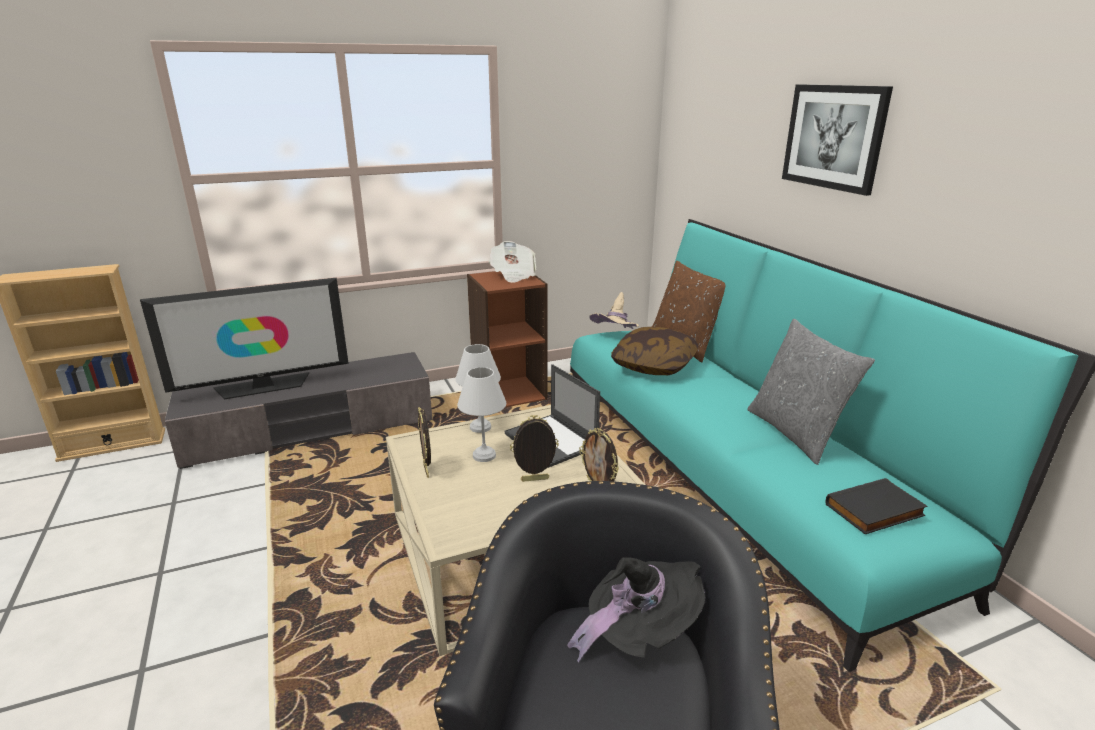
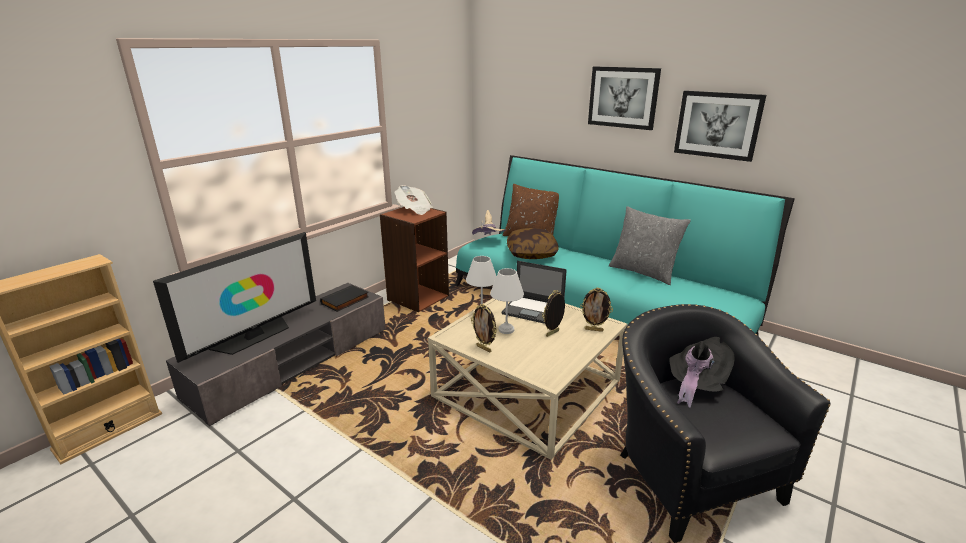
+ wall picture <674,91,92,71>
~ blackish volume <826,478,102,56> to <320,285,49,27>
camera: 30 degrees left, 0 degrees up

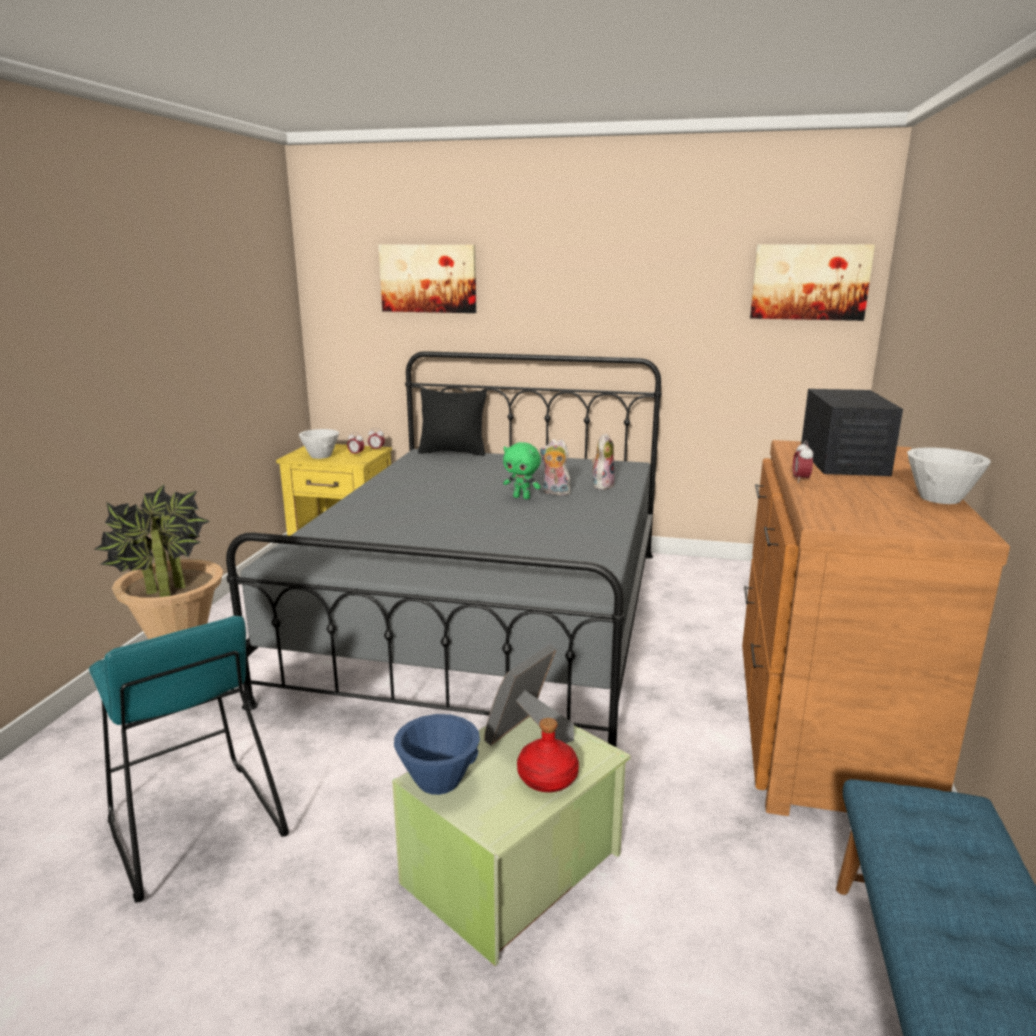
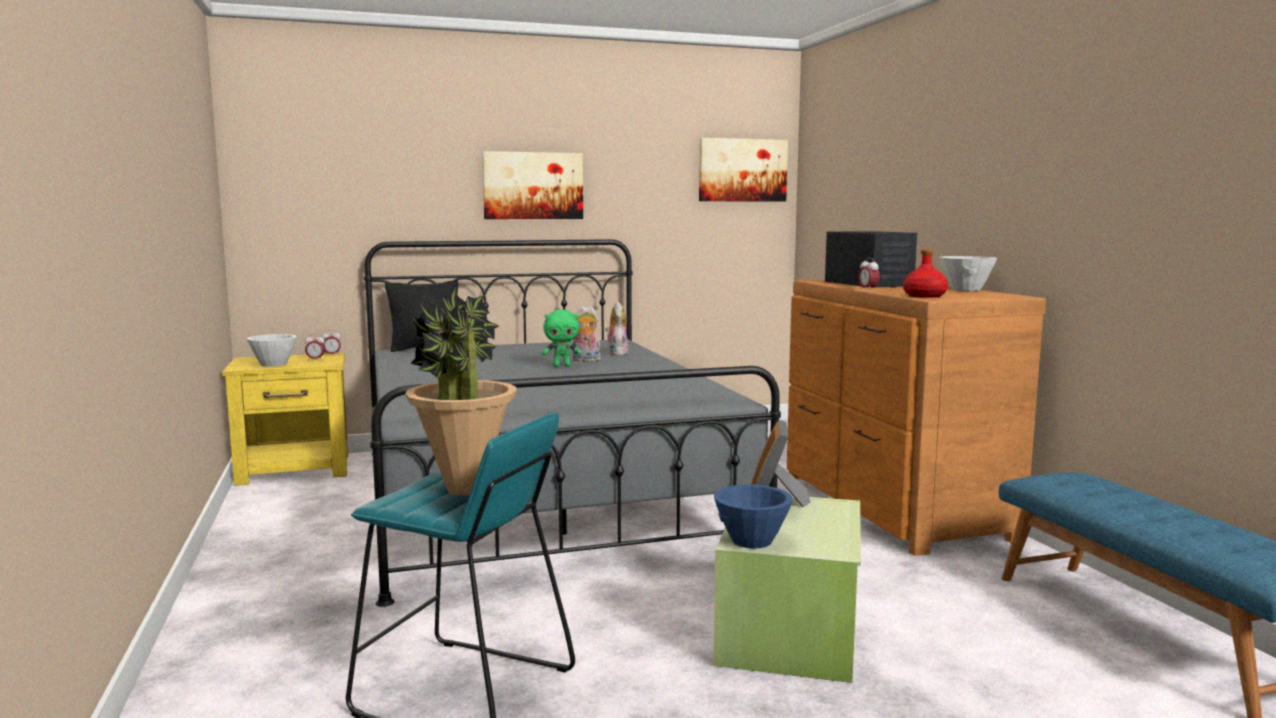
~ wall picture <379,245,97,68> to <482,151,101,68>
~ reddish bottle <517,718,62,74> to <903,249,45,49>
camera: 30 degrees left, 10 degrees down

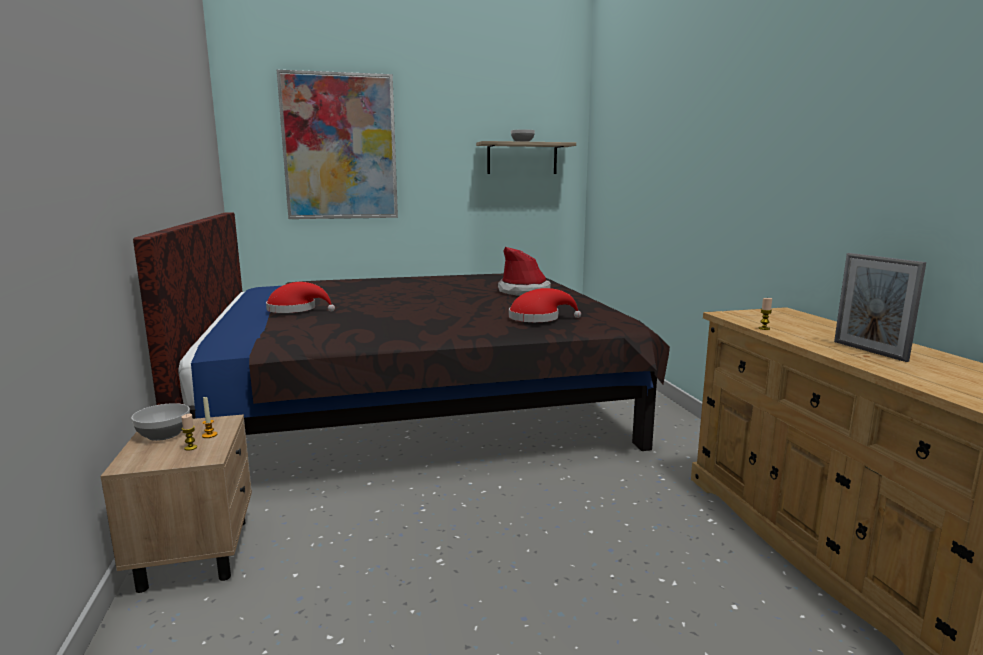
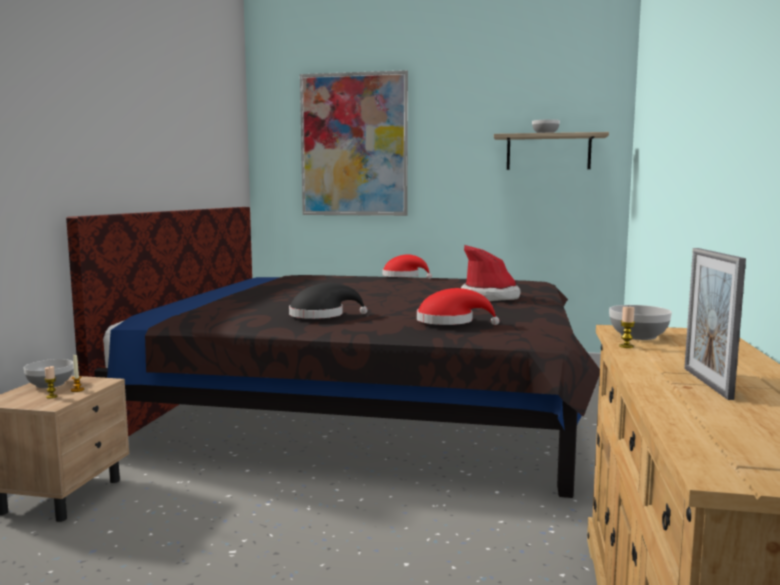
+ blackish hat <289,283,79,36>
+ serving bowl <609,305,63,35>
~ reddish hat <266,282,69,31> to <383,254,49,25>
camera: 25 degrees right, 5 degrees down

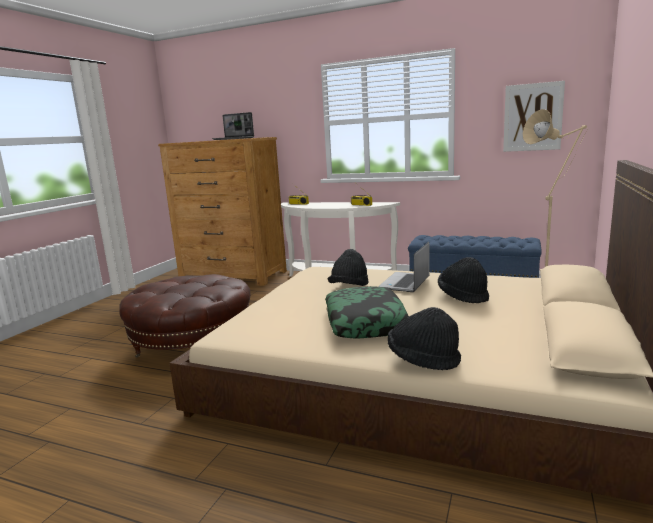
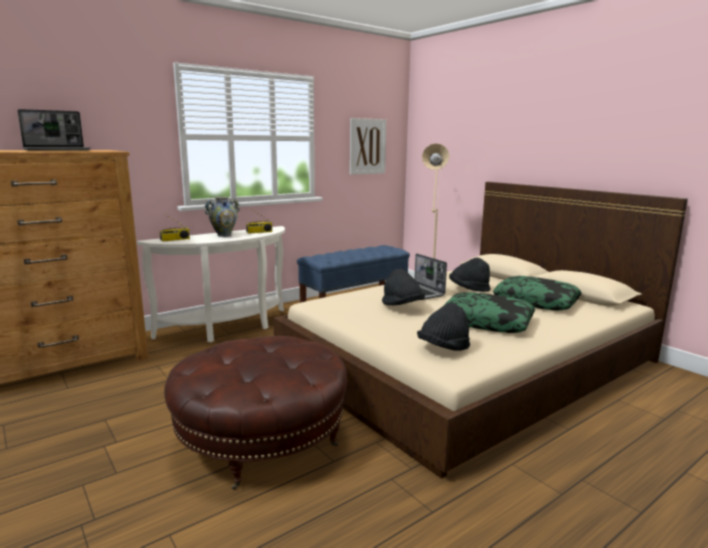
+ flower vase <205,197,35,40>
+ throw pillow <493,276,89,35>
~ blackish hat <388,307,73,63> to <417,303,53,48>
camera: 60 degrees left, 0 degrees up

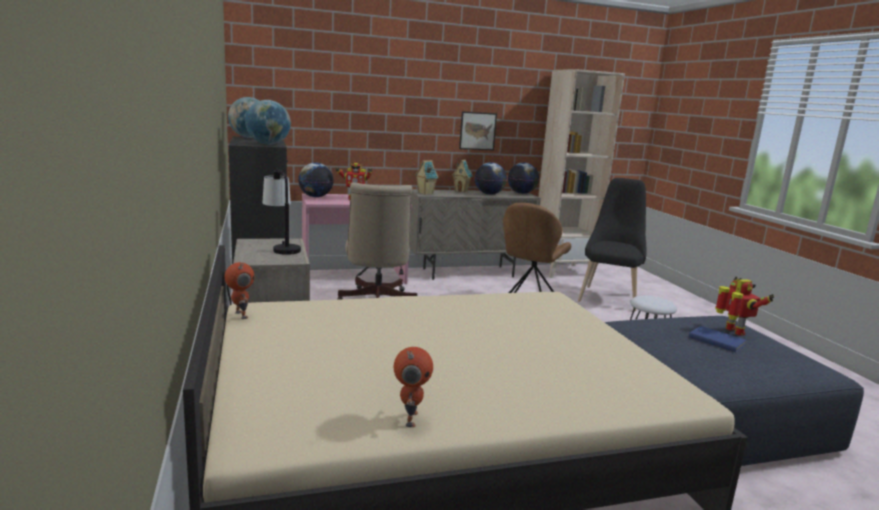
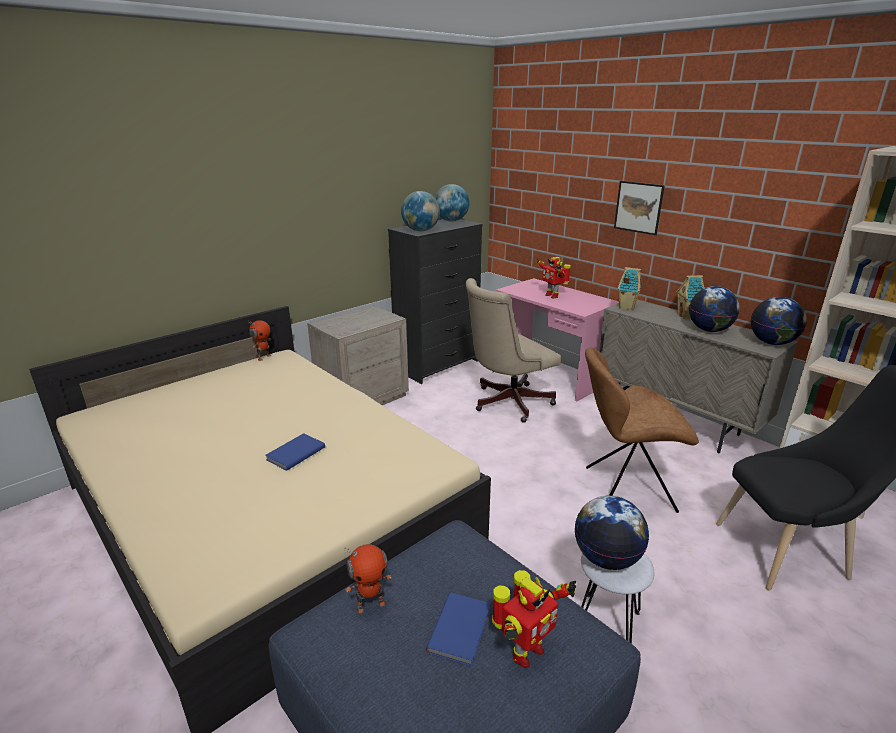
- tabletop lamp <262,169,39,86>
+ blue volume <265,433,60,38>
~ desk globe <298,163,36,34> to <575,496,74,74>
~ toy robot <394,347,39,81> to <344,544,48,69>
~ wall picture <459,111,38,39> to <614,181,51,54>
camera: 65 degrees right, 10 degrees up

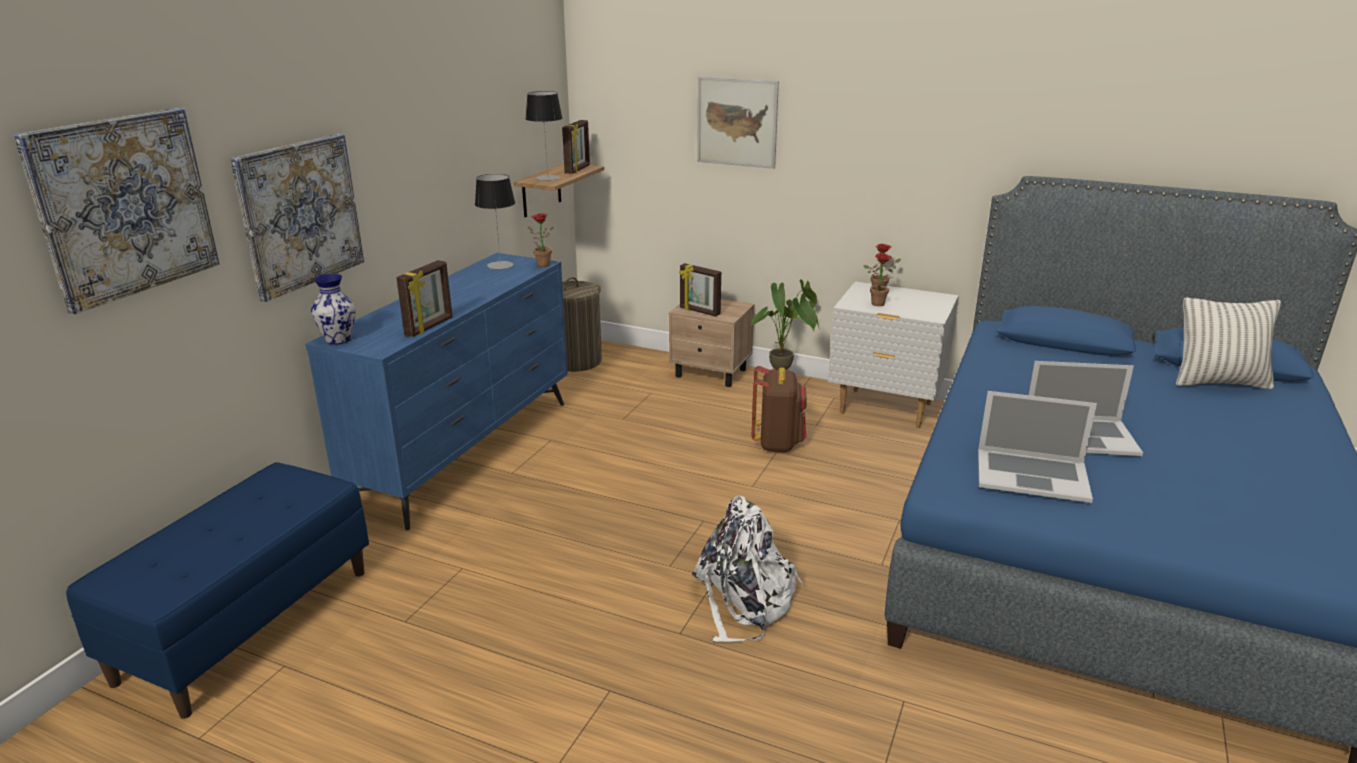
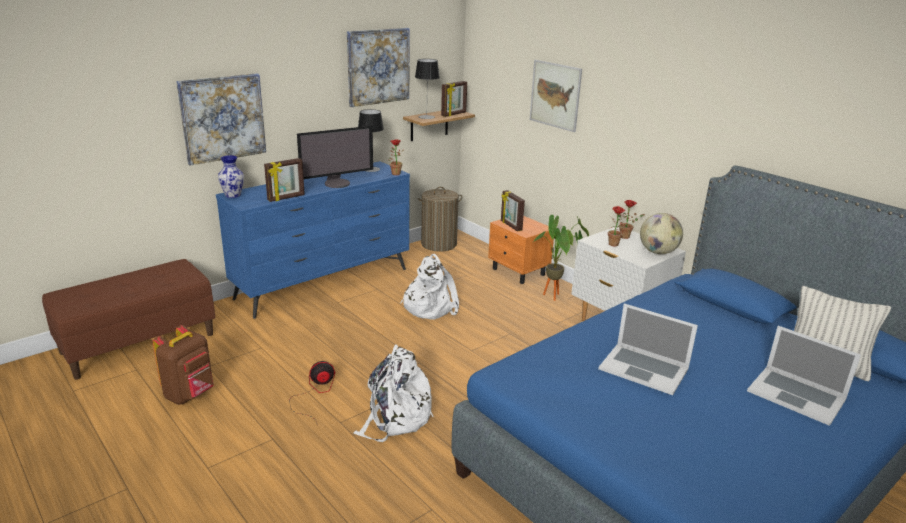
+ cooling fan <289,361,46,62>
+ monitor <297,126,76,62>
+ white-coloured knapsack <400,254,59,66>
+ desk globe <640,213,43,41>
~ wall picture <13,108,206,206> to <347,28,63,79>
~ brownish knapsack <752,366,55,86> to <153,325,61,80>
~ notebook computer <978,391,119,112> to <747,326,114,100>
~ blue long seat <66,462,303,257> to brownish long seat <42,259,174,121>
~ sand-coloured night table <669,299,85,88> to orange night table <488,216,66,68>
camera: 25 degrees right, 0 degrees up

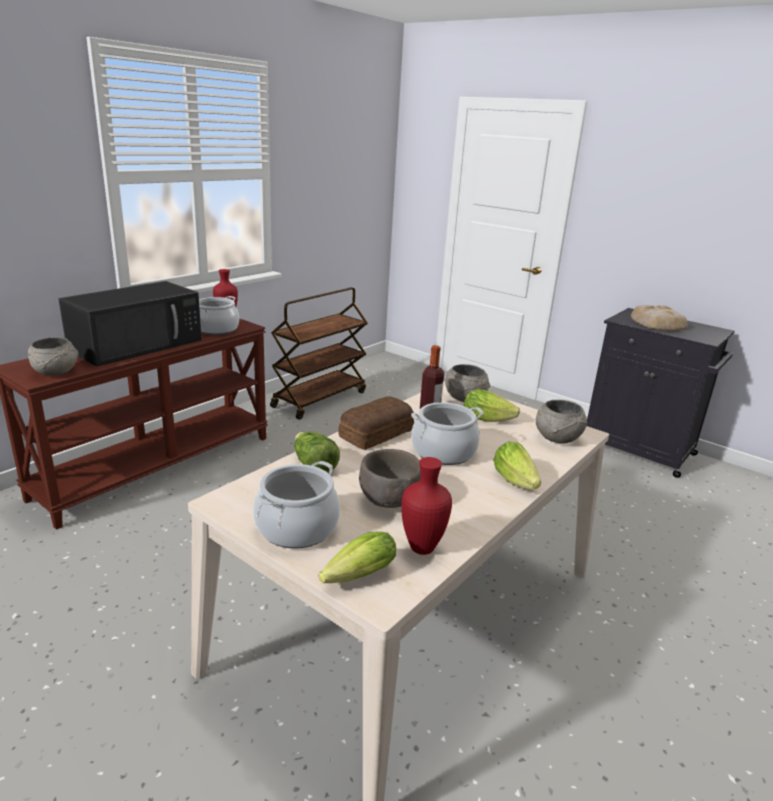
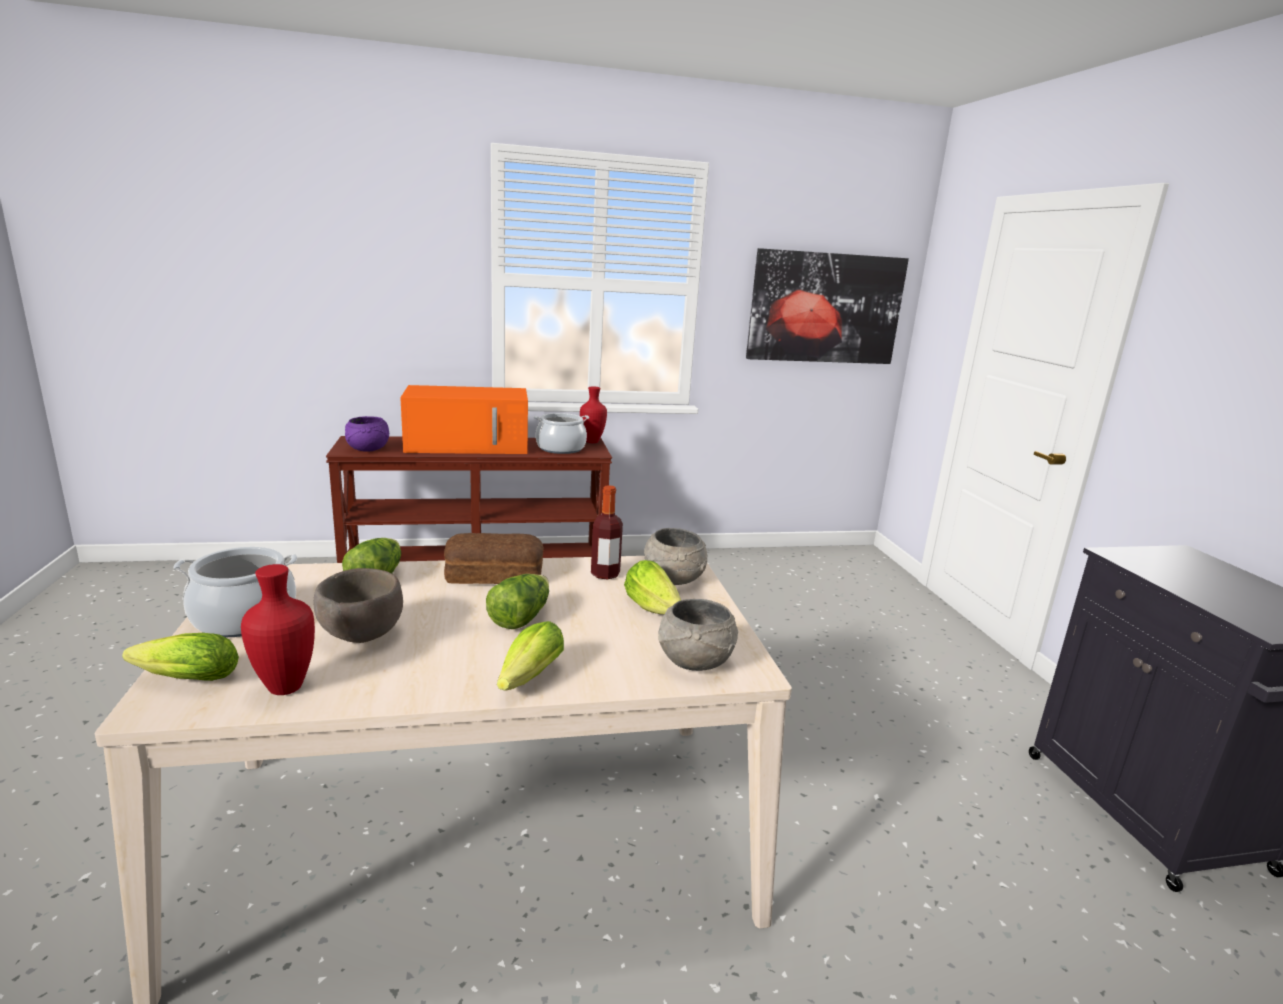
- brownish trolley <270,287,98,133>
- bakery bread <631,305,57,26>
+ wall picture <746,248,163,116>
~ stockpot <411,402,72,63> to head of lettuce <486,574,63,55>
~ grey serving bowl <28,337,51,39> to purple serving bowl <345,416,44,36>
~ blackish microwave oven <58,281,144,86> to orange microwave oven <400,385,128,69>
camera: 40 degrees right, 5 degrees down

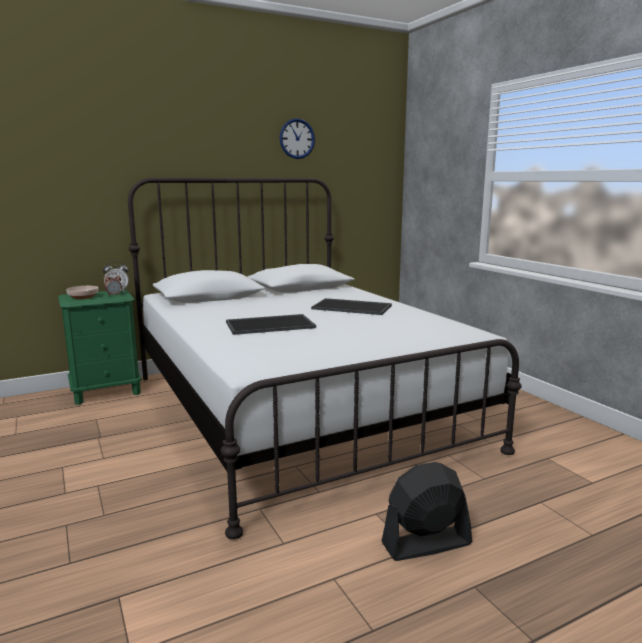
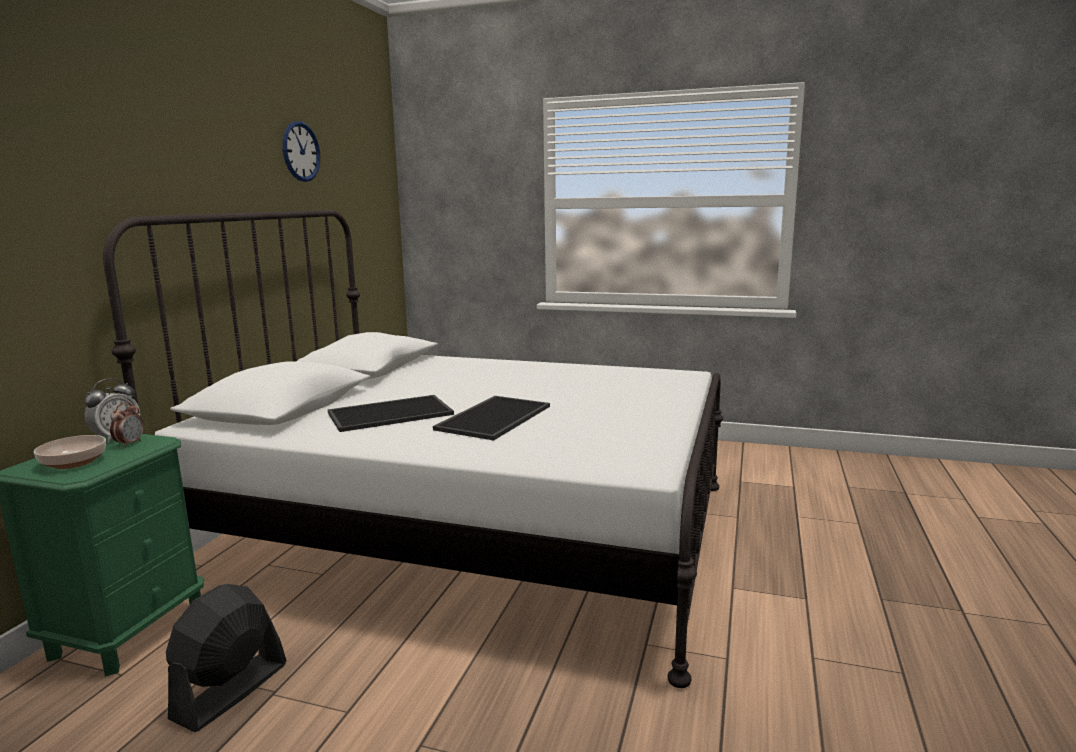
~ carrying tray <311,298,81,17> to <328,395,126,37>
~ blackish cooling fan <381,462,91,99> to <166,584,121,148>
camera: 45 degrees left, 0 degrees up

